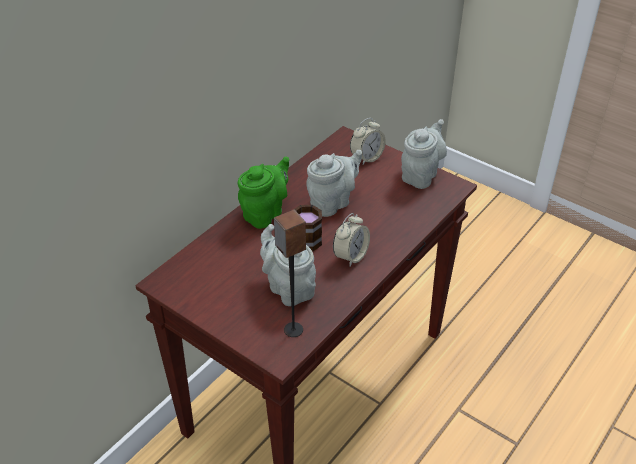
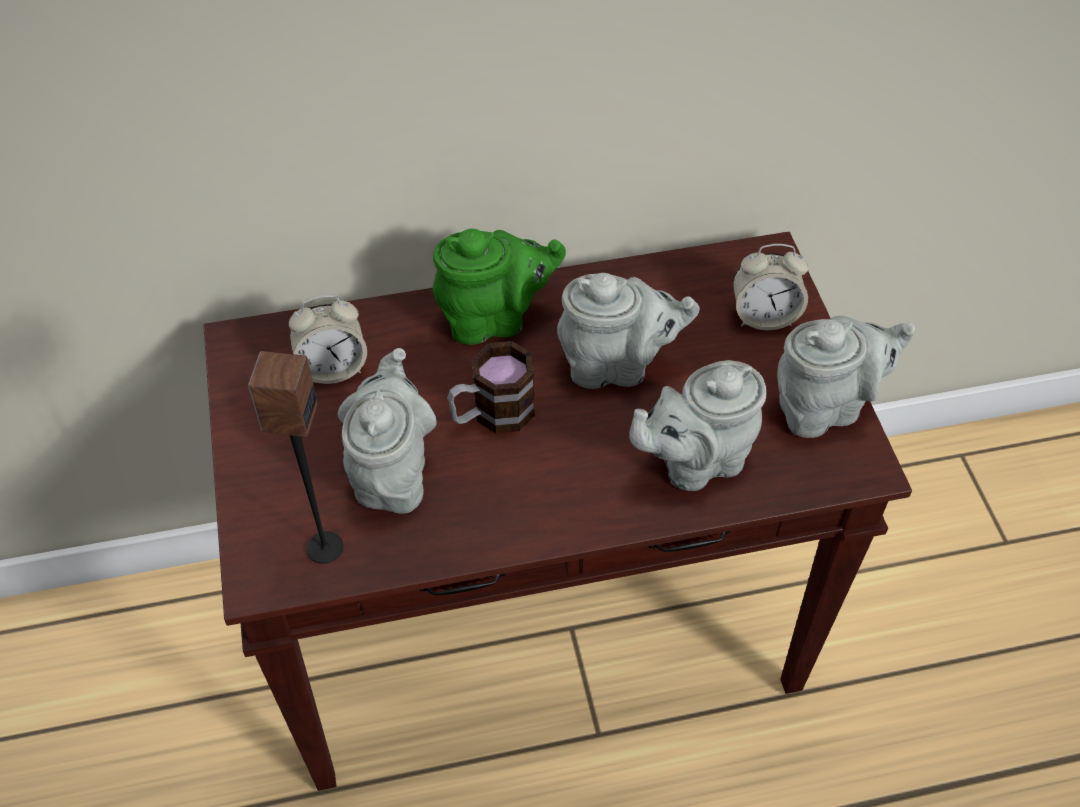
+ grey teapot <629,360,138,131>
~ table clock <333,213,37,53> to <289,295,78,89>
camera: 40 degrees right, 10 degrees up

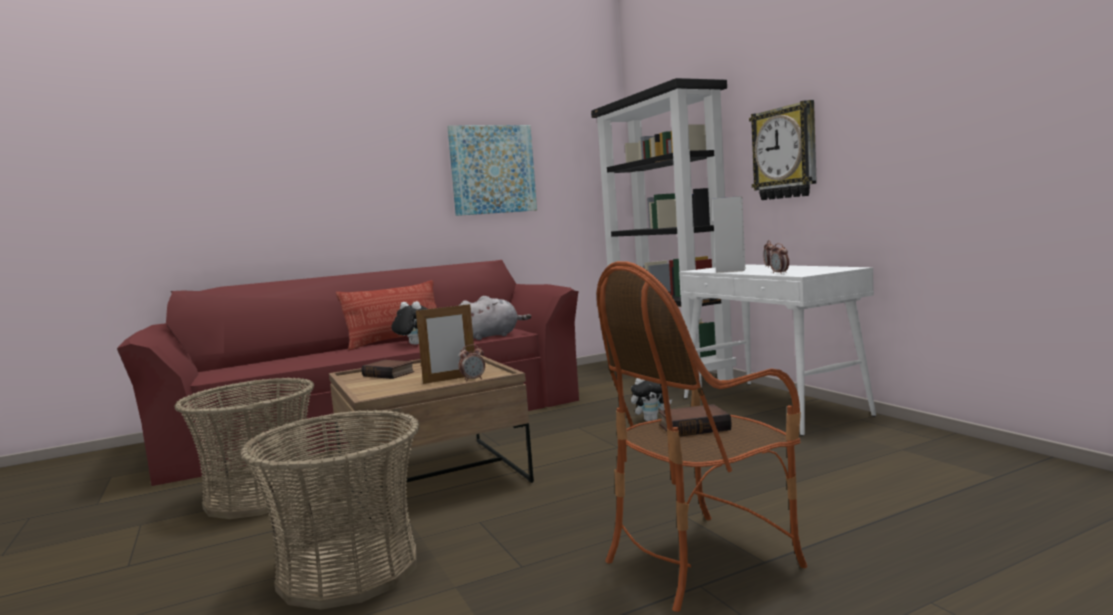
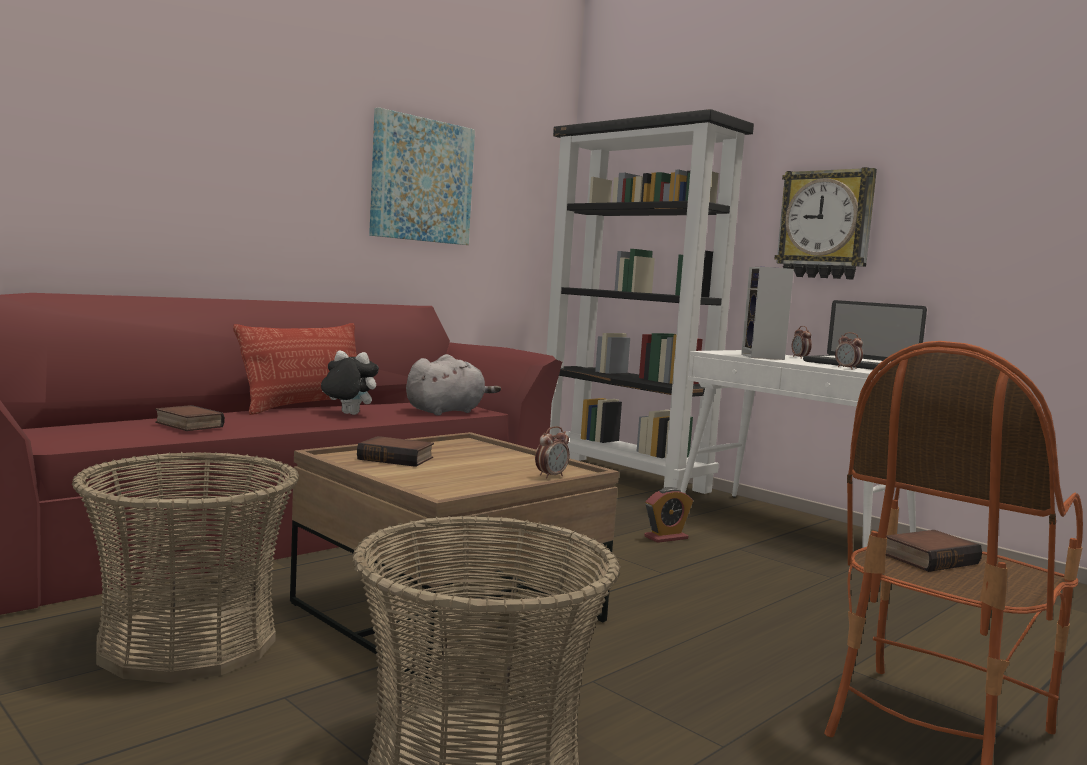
- picture frame <416,304,58,80>
+ volume <155,405,70,26>
+ notebook computer <803,300,124,70>
~ plush toy <631,378,41,44> to table clock <644,487,49,56>
camera: 20 degrees left, 0 degrees up

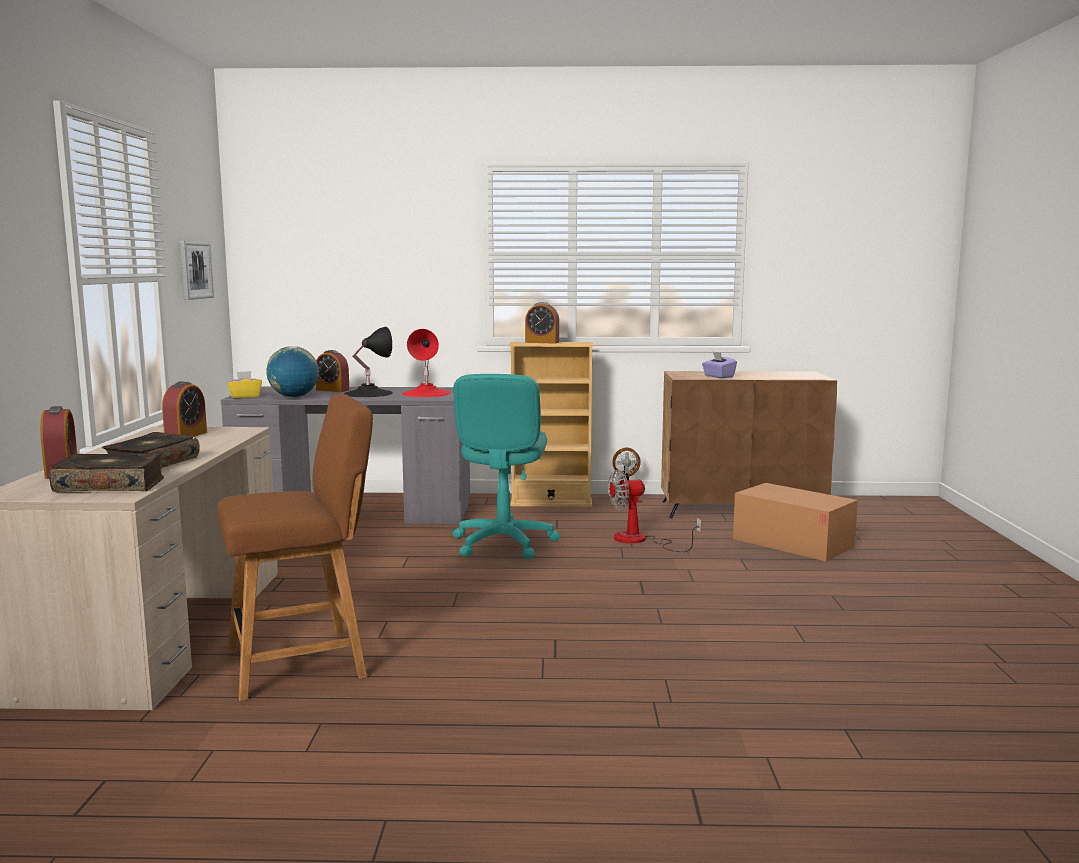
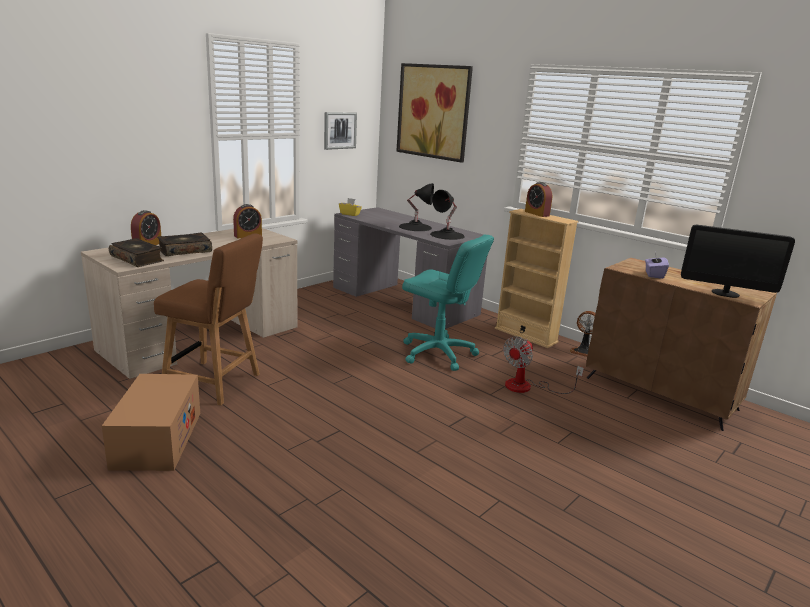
- desk globe <266,346,54,51>
- table clock <316,350,34,42>
+ wall picture <396,63,77,100>
+ monitor <681,225,114,73>
~ packing box <733,483,125,78> to <102,374,98,97>
~ reddish tabletop lamp <403,329,48,68> to blackish tabletop lamp <430,190,35,50>
~ turquoise desk chair <452,374,108,185> = <402,234,92,137> 105 degrees counterclockwise
~ cooling fan <608,470,93,82> = <503,336,81,58> 75 degrees counterclockwise
camera: 40 degrees right, 10 degrees up

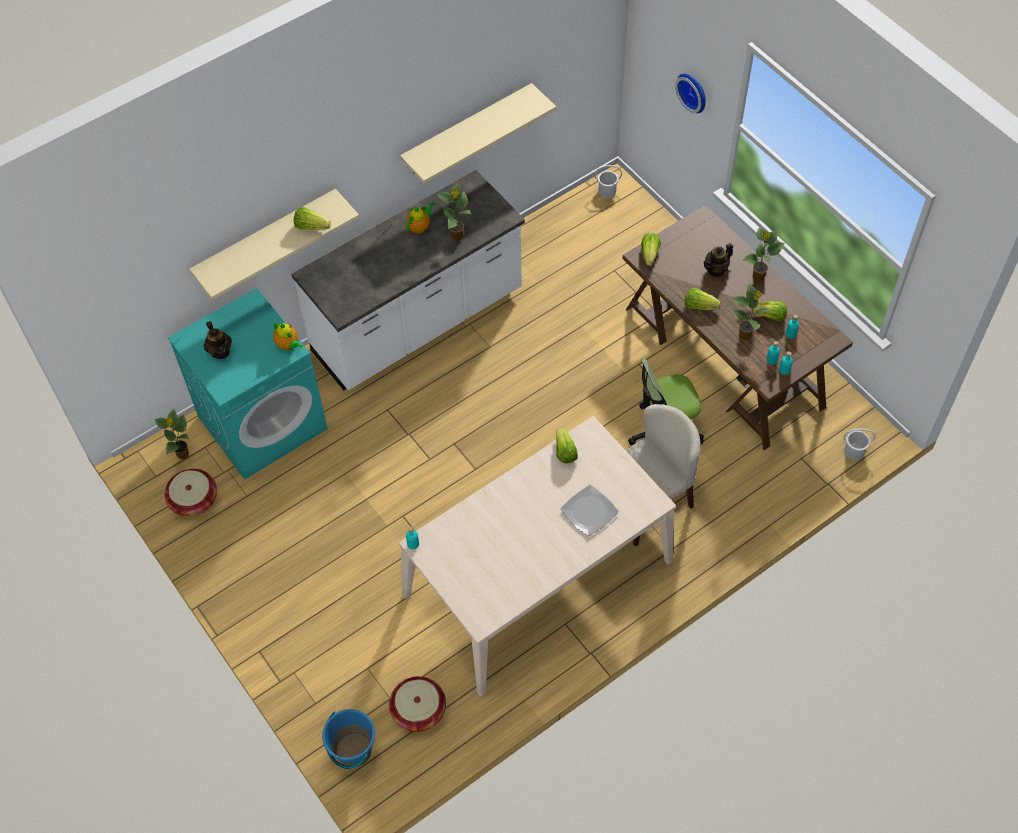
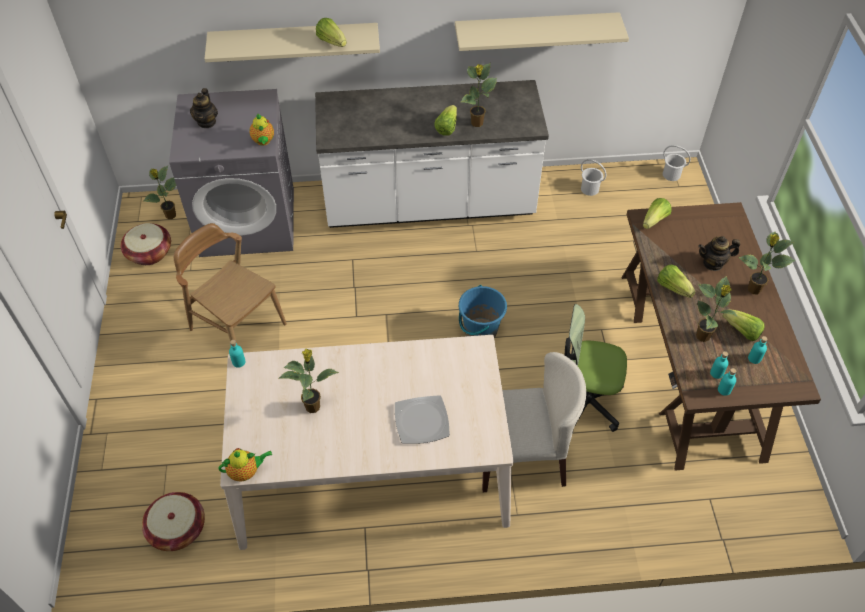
- hanging clock <675,73,31,40>
+ brownish plain chair <174,223,113,120>
+ potted plant <279,349,60,64>
~ blue bucket <322,709,53,60> to <459,285,48,53>
~ teapot <406,202,29,32> to <218,448,54,34>
~ head of lettuce <556,427,22,37> to <434,105,23,31>
~ white-coloured bucket <843,428,33,32> to <581,159,25,37>
~ turquoise washing machine <168,288,160,191> to grey washing machine <169,89,125,168>
camera: 30 degrees right, 5 degrees down

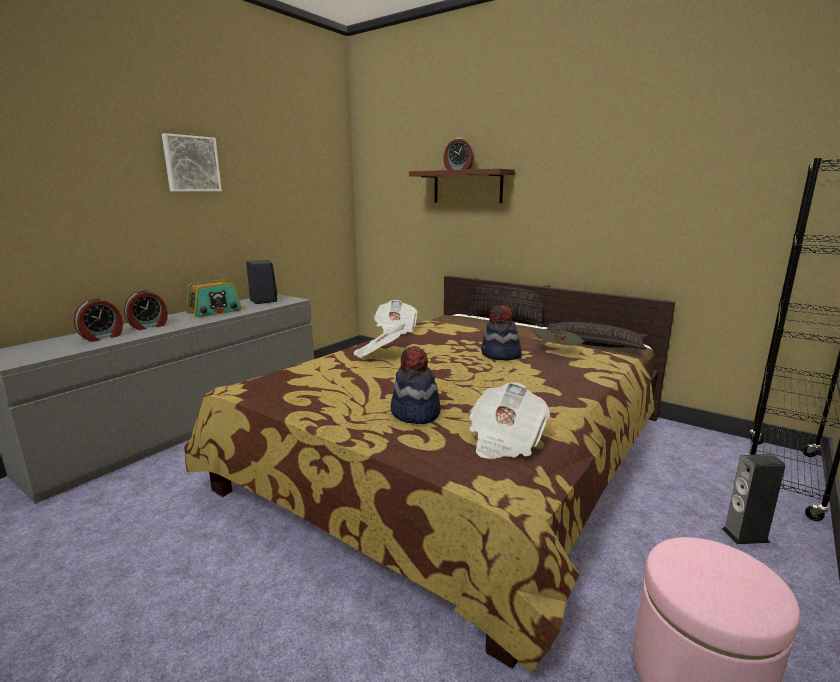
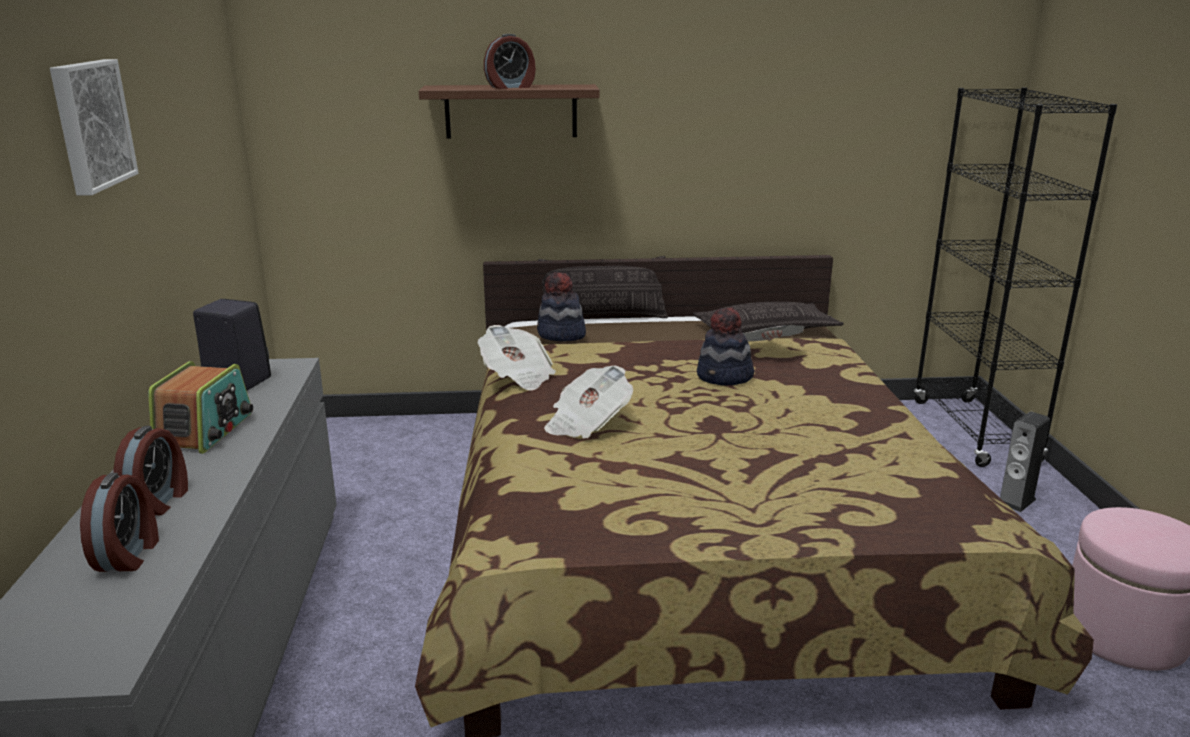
- newspaper <469,382,81,77>
~ hat <391,346,50,78> to <537,272,49,70>
camera: 40 degrees left, 5 degrees up

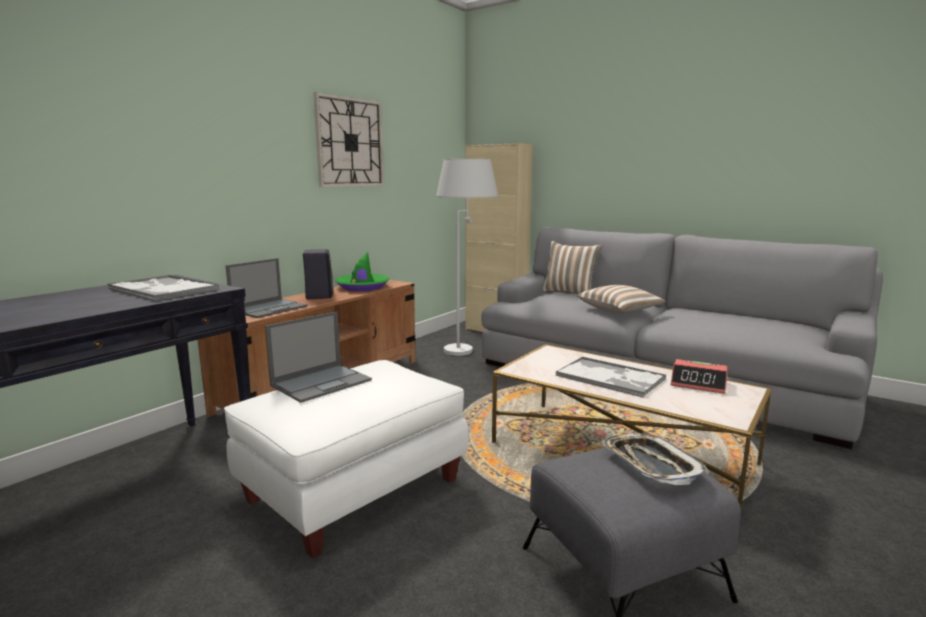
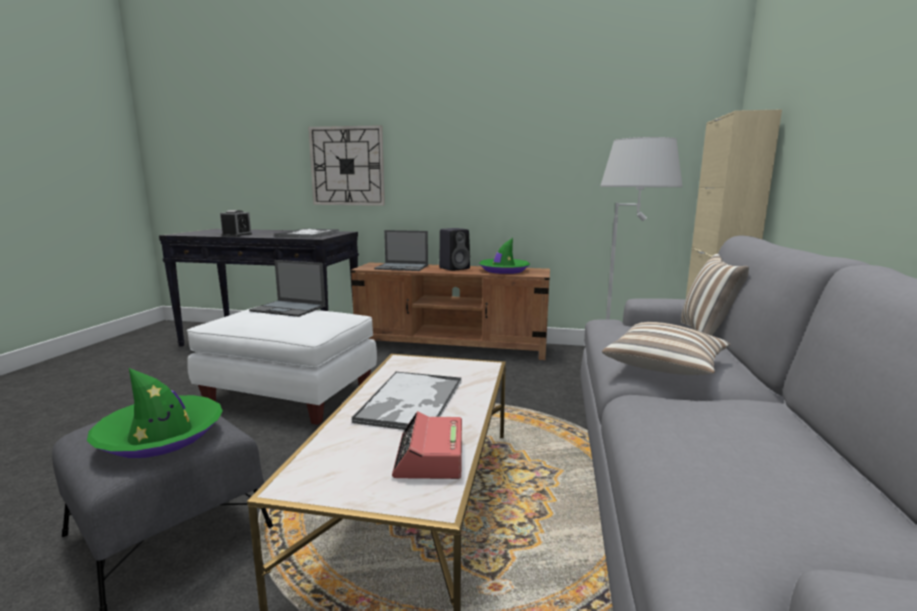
+ table clock <220,210,32,27>
~ hanging clock <314,92,70,95> to <308,125,77,81>
~ carrying tray <601,433,107,52> to greenish hat <87,368,136,90>
camera: 65 degrees right, 0 degrees up

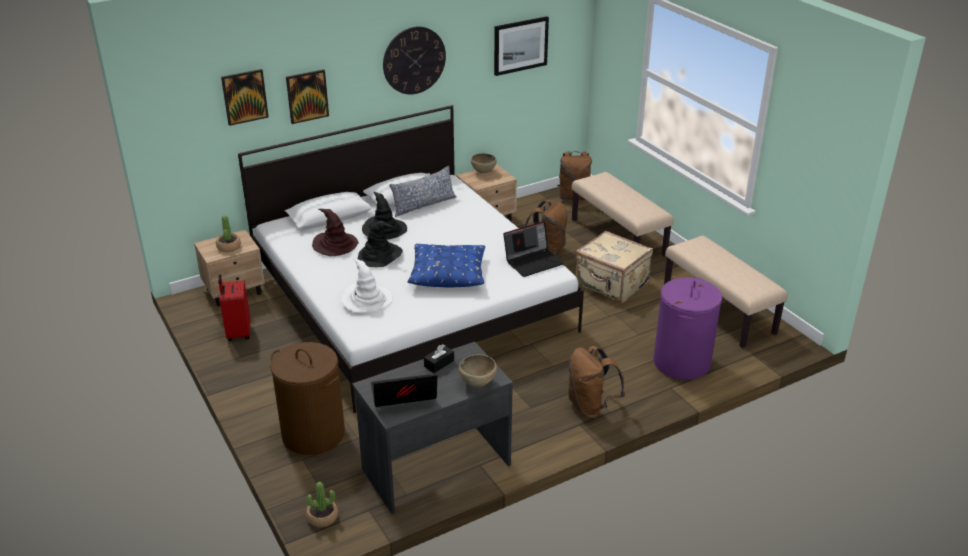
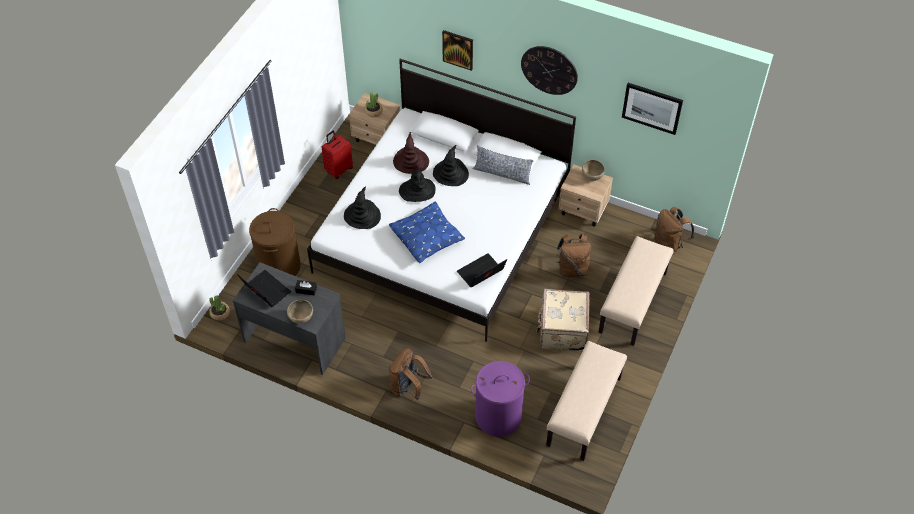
- wall picture <221,69,48,57>
~ white-coloured hat <342,258,51,55> to blackish hat <344,186,37,43>
~ notebook computer <503,221,61,56> = <457,253,50,35> 120 degrees clockwise
camera: 55 degrees right, 20 degrees up

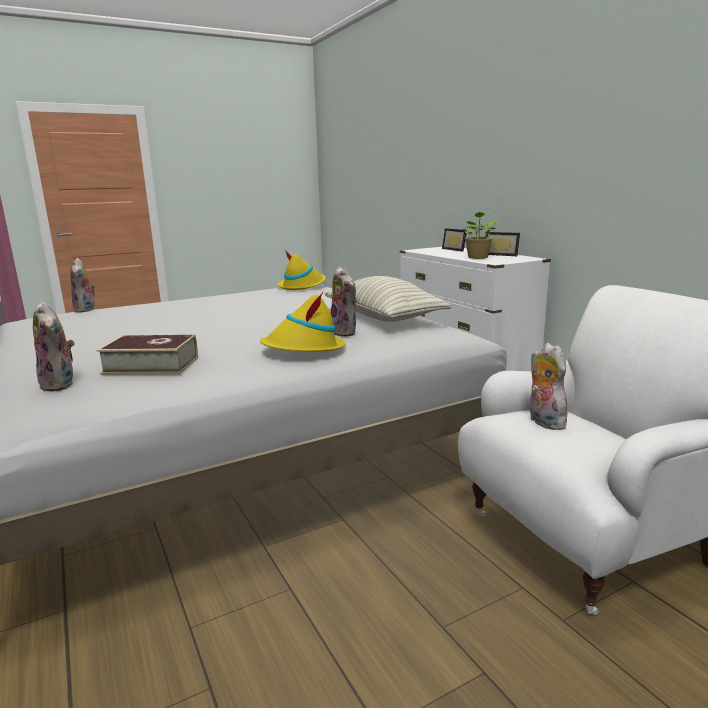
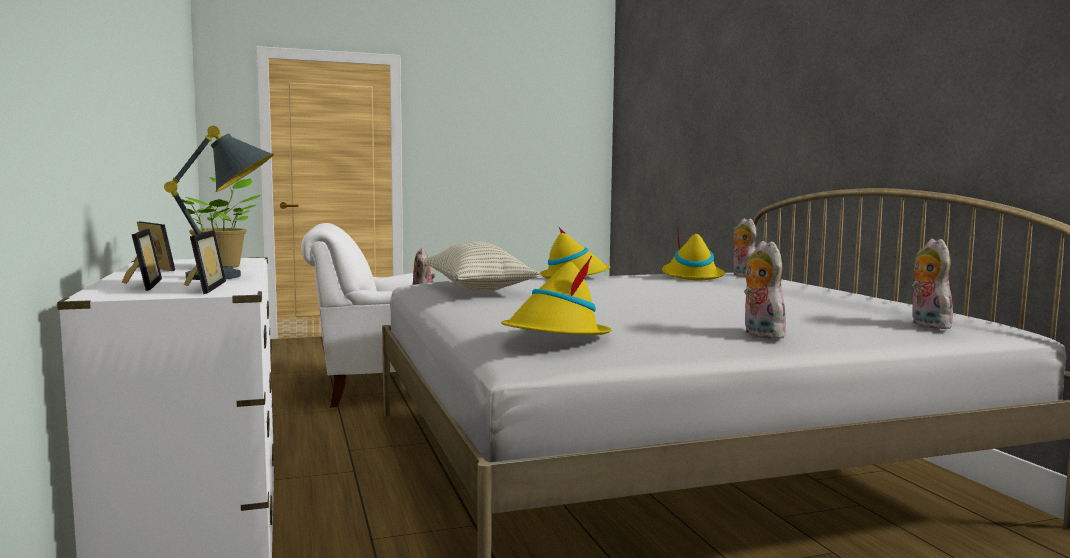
+ grey tabletop lamp <164,126,110,154>
+ picture frame <184,230,42,64>
~ plush toy <330,267,28,69> to <744,241,46,98>
~ volume <96,335,102,40> to yellow hat <662,228,63,52>
camera: 170 degrees left, 10 degrees down

